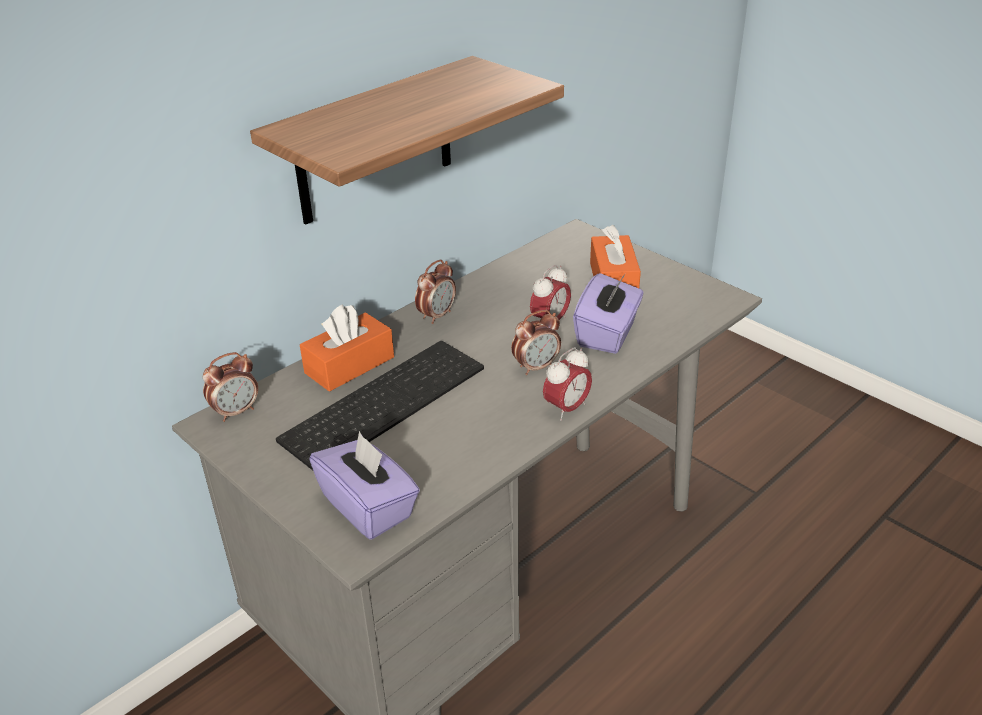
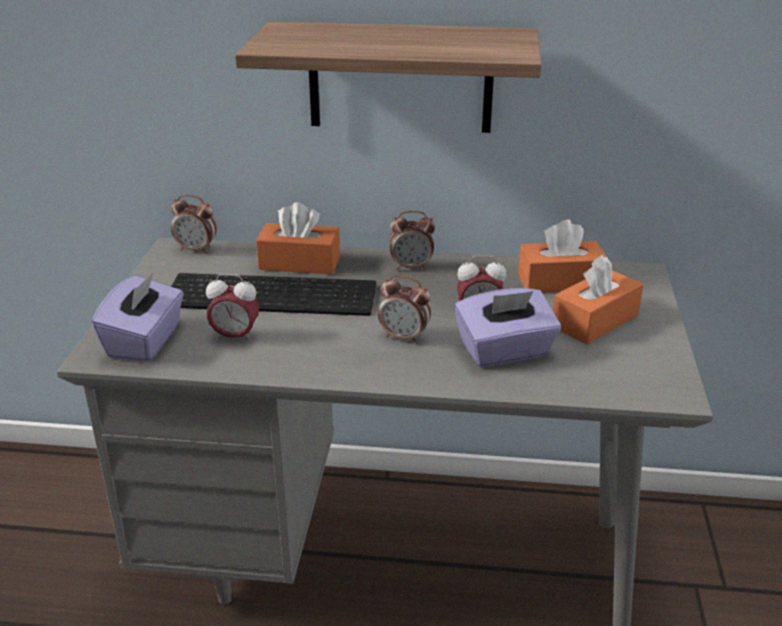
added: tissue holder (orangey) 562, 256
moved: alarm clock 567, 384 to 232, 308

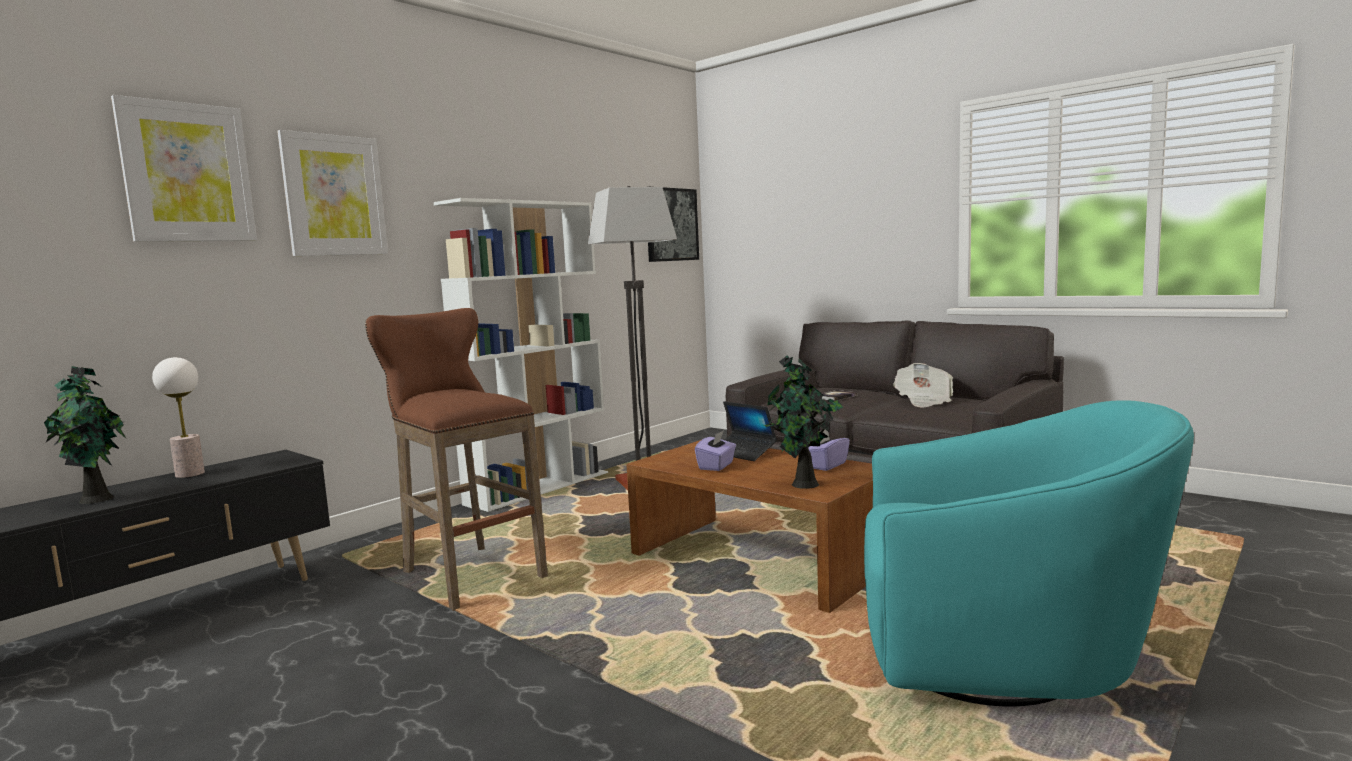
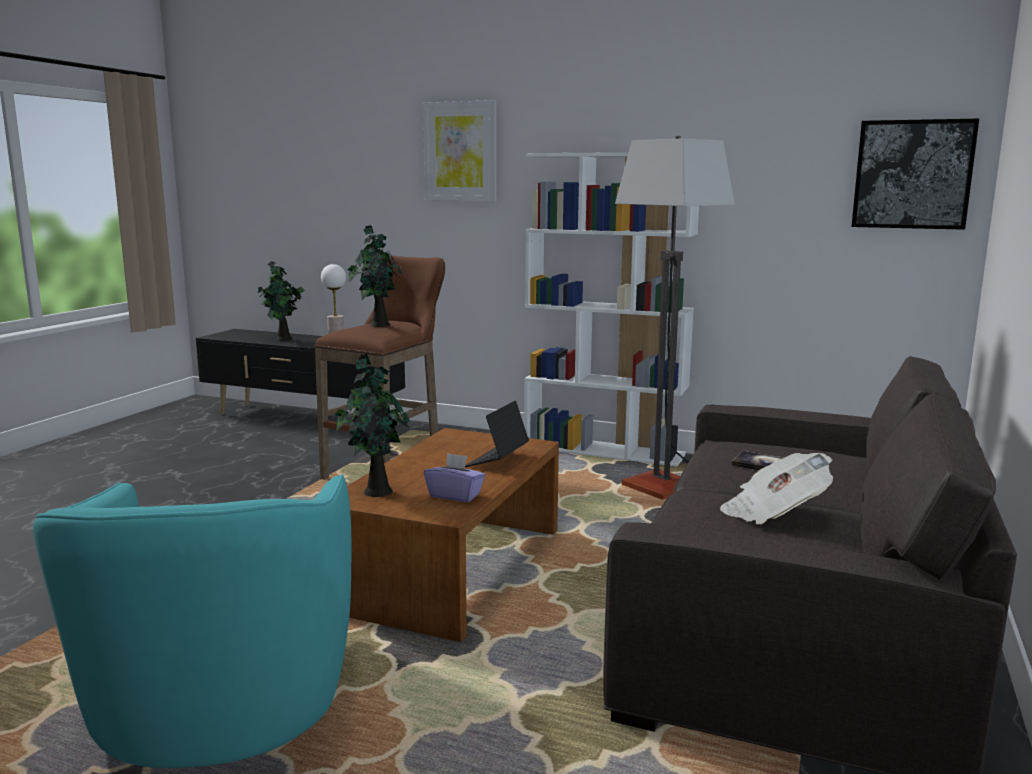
removed: wall art 184, 168; tissue holder (purple) 715, 450
added: houseplant 375, 276

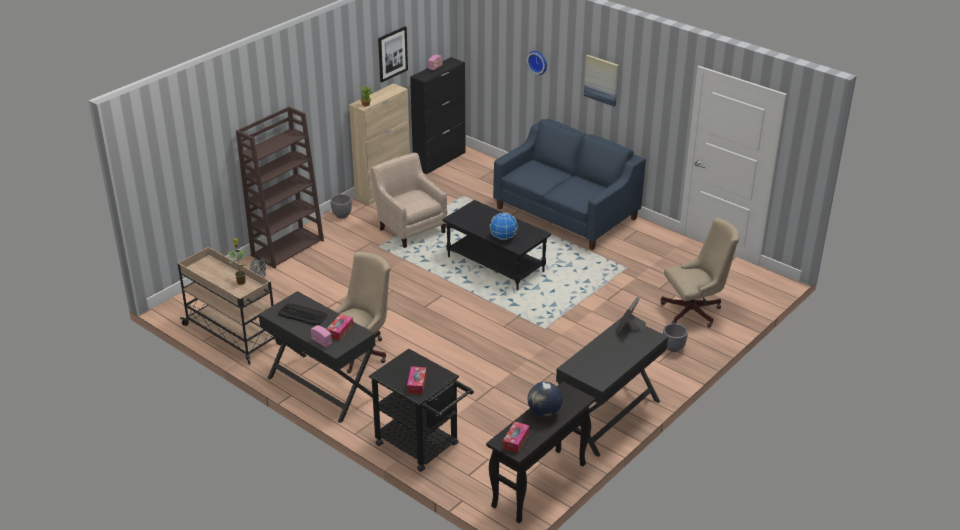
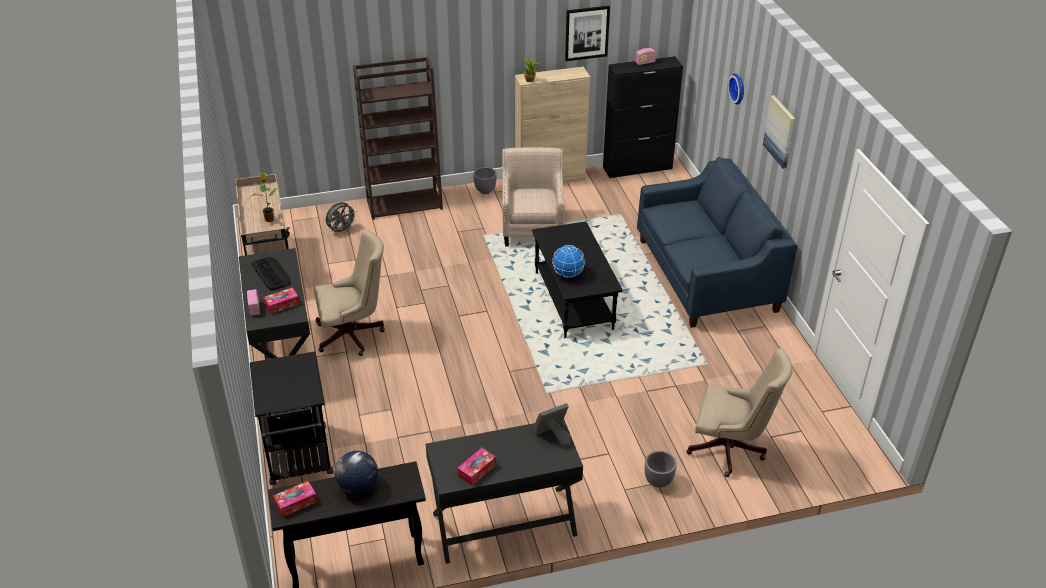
moved: tissue holder 417, 380 to 476, 467

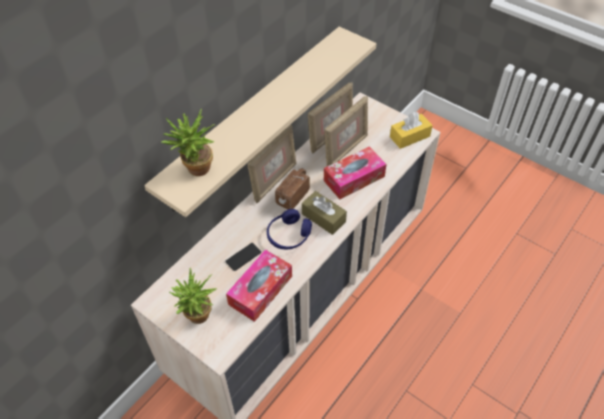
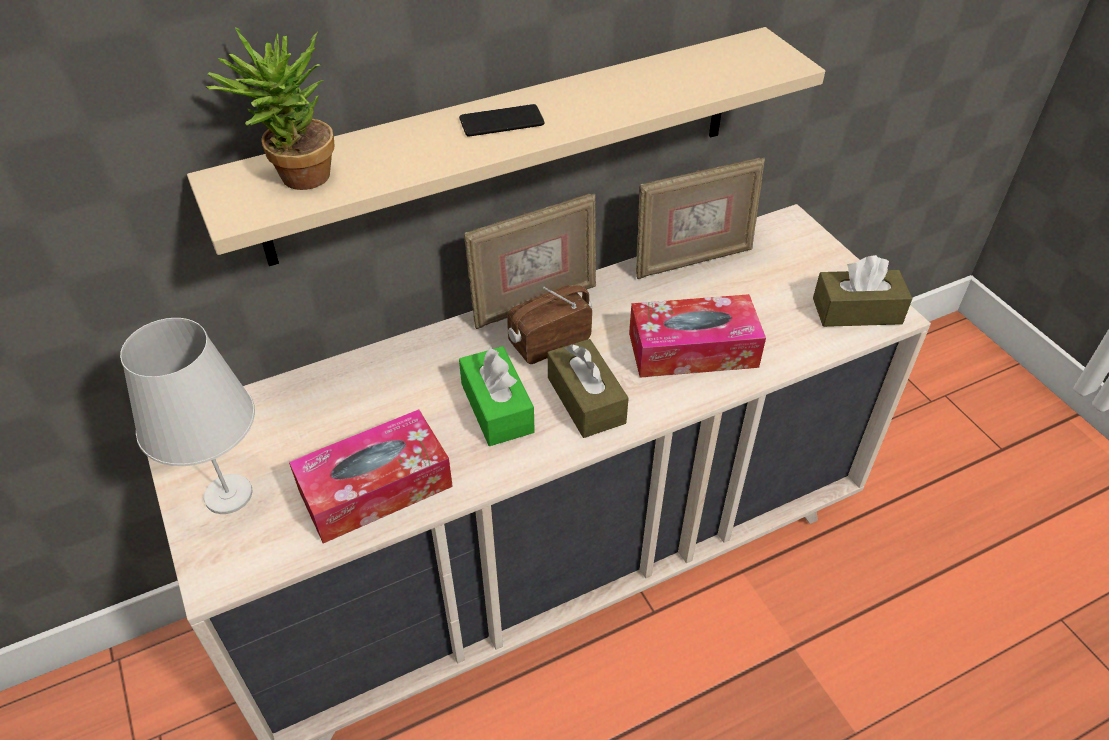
removed: picture frame 346, 131
moved: telephone 243, 257 to 502, 120
replaced: houseplant 193, 296 to tabletop lamp (white) 187, 416; headset (blue) 289, 229 to tissue holder (greenish) 497, 396
recoloured: tissue holder (yellow-coloured) 411, 130 to tissue holder (brown) 863, 291

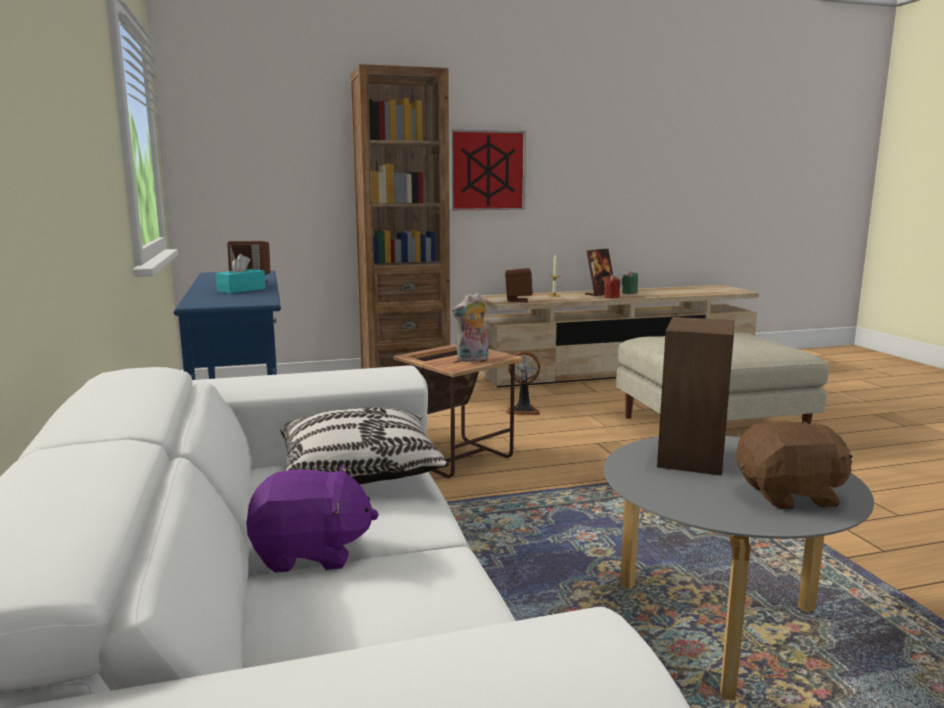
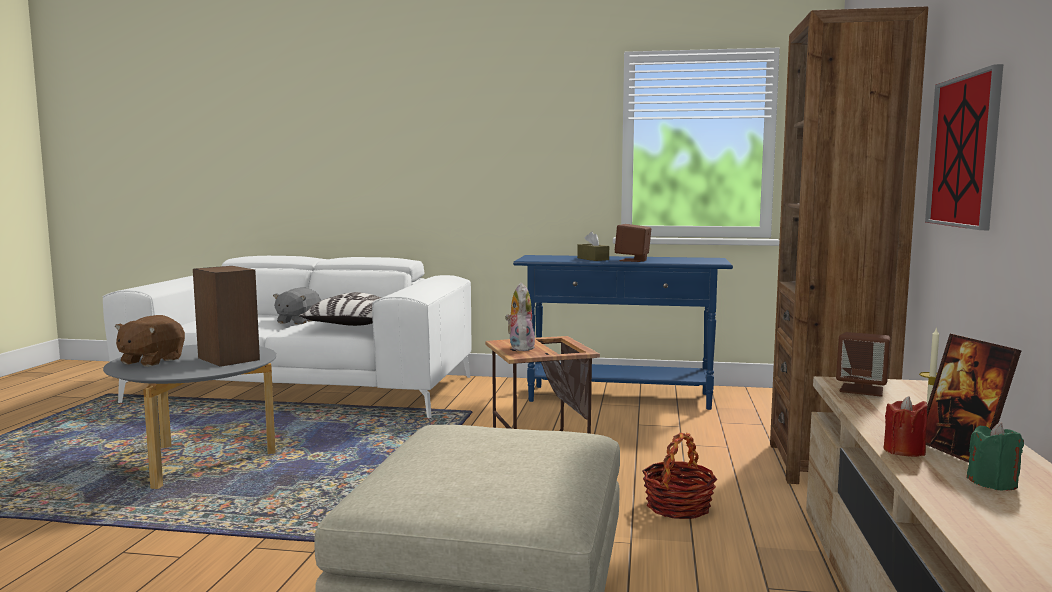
replaced: fan 522, 383 to storage basket 679, 476
recoloured: tissue holder (turquoise-coloured) 241, 274 to tissue holder (brown) 593, 246; plush toy (purple) 312, 519 to plush toy (greyish) 297, 306

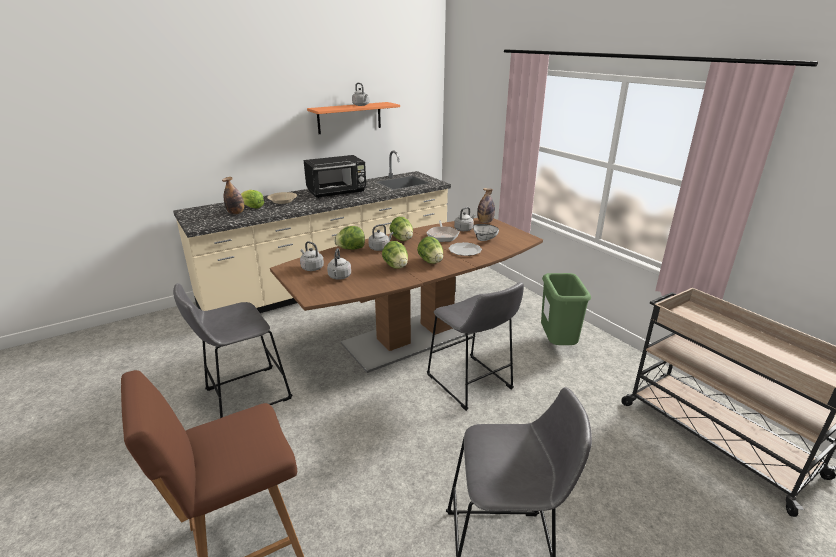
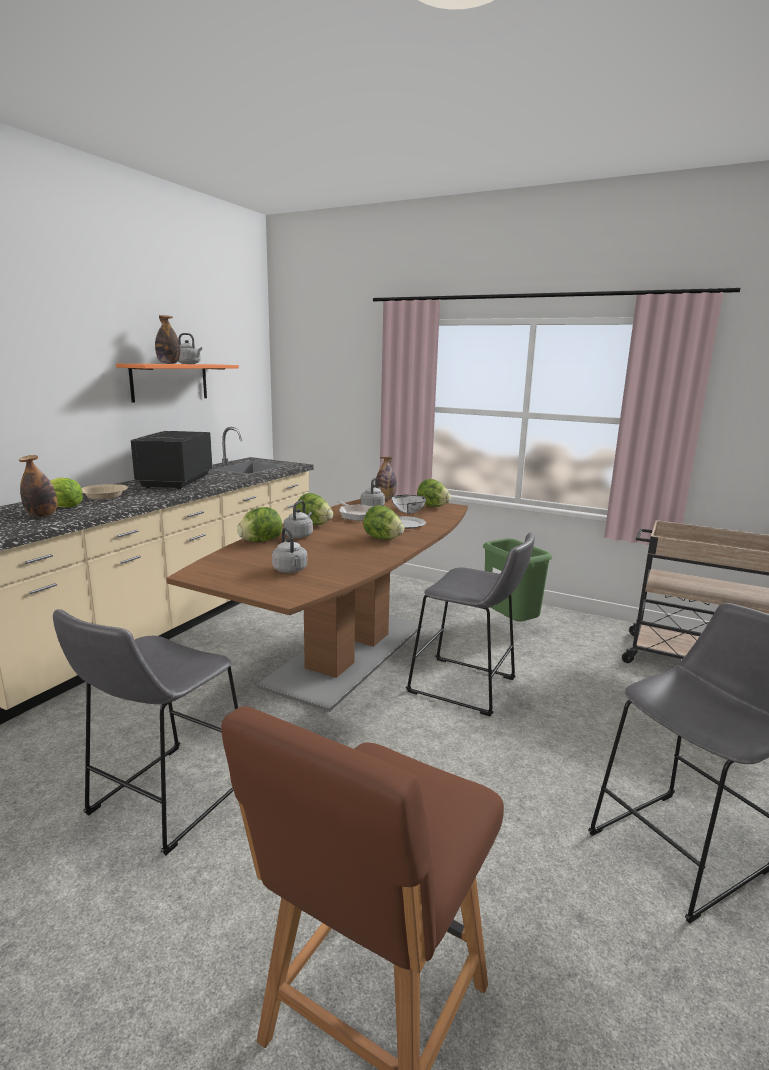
removed: water kettle (greyish) 312, 256
added: bottle 167, 339
moved: lettuce head 395, 255 to 434, 493
turned: microwave (black-coloured) 335, 176 = 171, 460 150 degrees clockwise

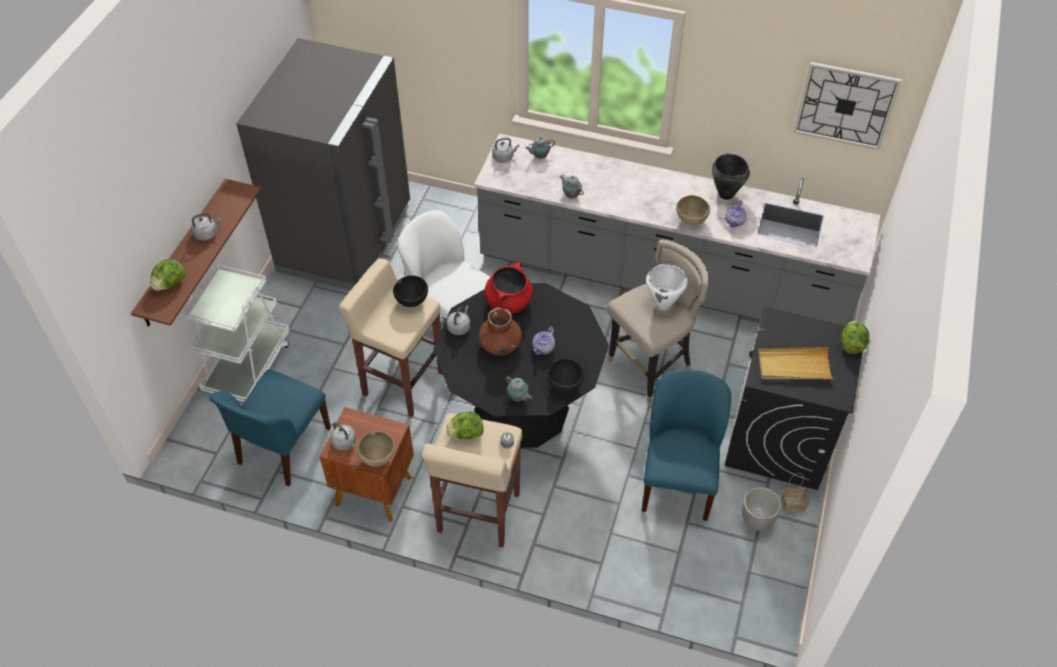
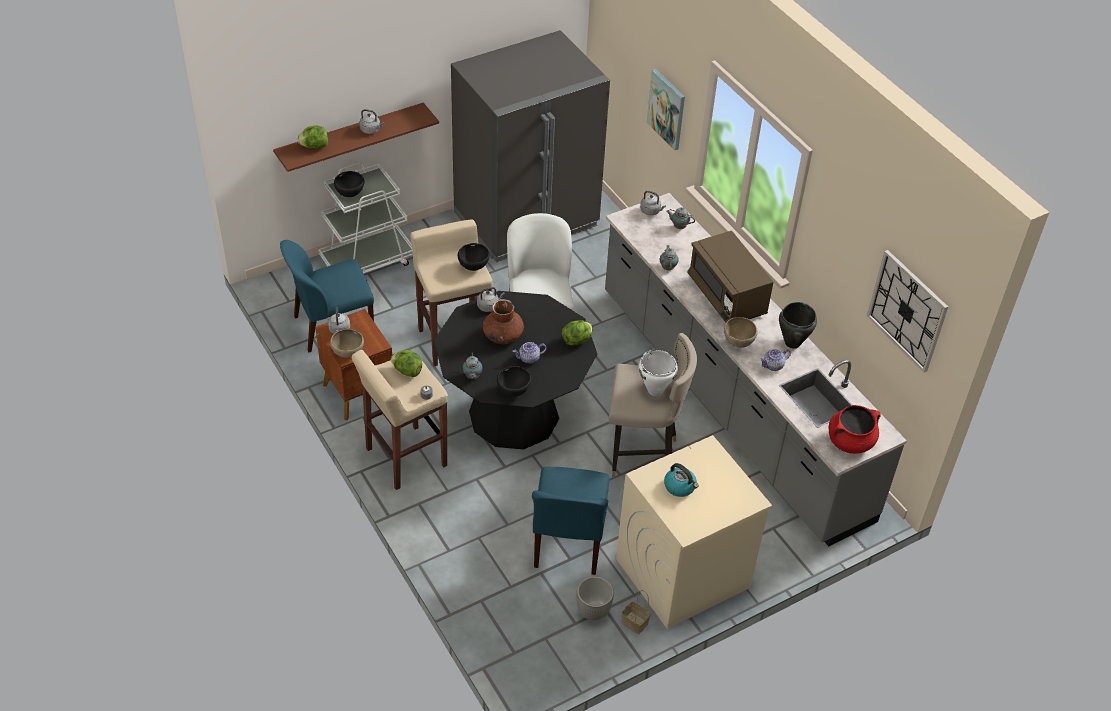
added: serving bowl (black-coloured) 349, 184; wall art 666, 110; microwave (brown) 730, 277
moved: cooking pot (reddish) 508, 288 to 855, 429; lettuce head 855, 337 to 577, 332
replaced: serving tray (sand-coloured) 796, 363 to water kettle 681, 480
recoloured: washing machine (black-coloured) 794, 398 to washing machine (sand-coloured) 694, 532
turned: chair (blue) 686, 445 = 571, 520 135 degrees clockwise

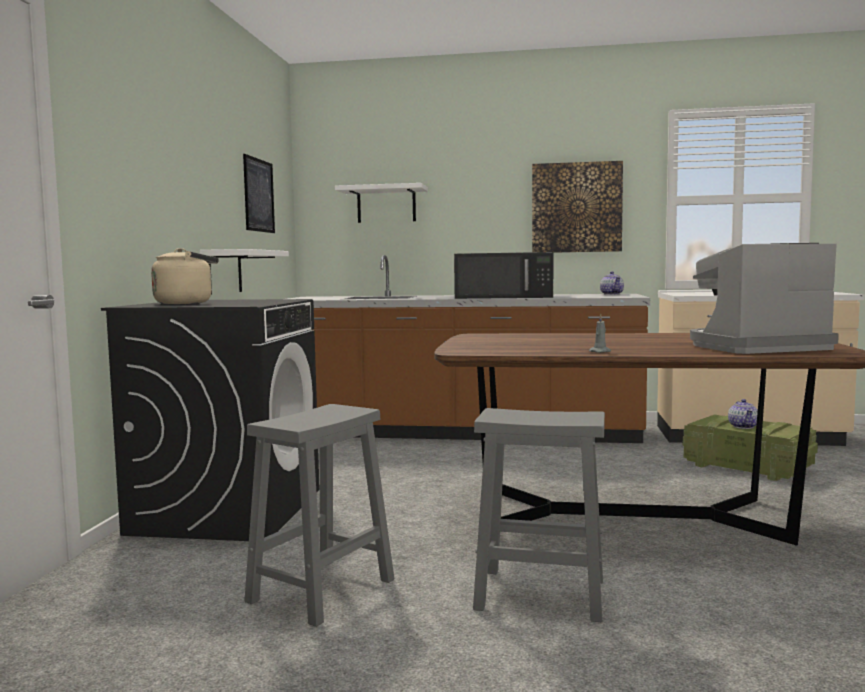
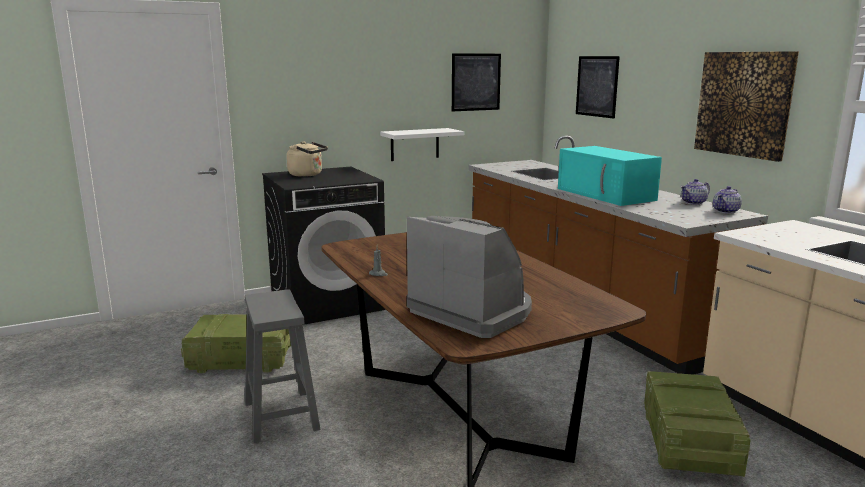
moved: teapot 743, 414 to 695, 192
replaced: sitting stool (greyish) 319, 515 to crate 236, 343; wall shelf (white) 381, 203 to wall art 598, 87
recoloured: microwave (black-coloured) 503, 275 to microwave (turquoise-coloured) 610, 176

